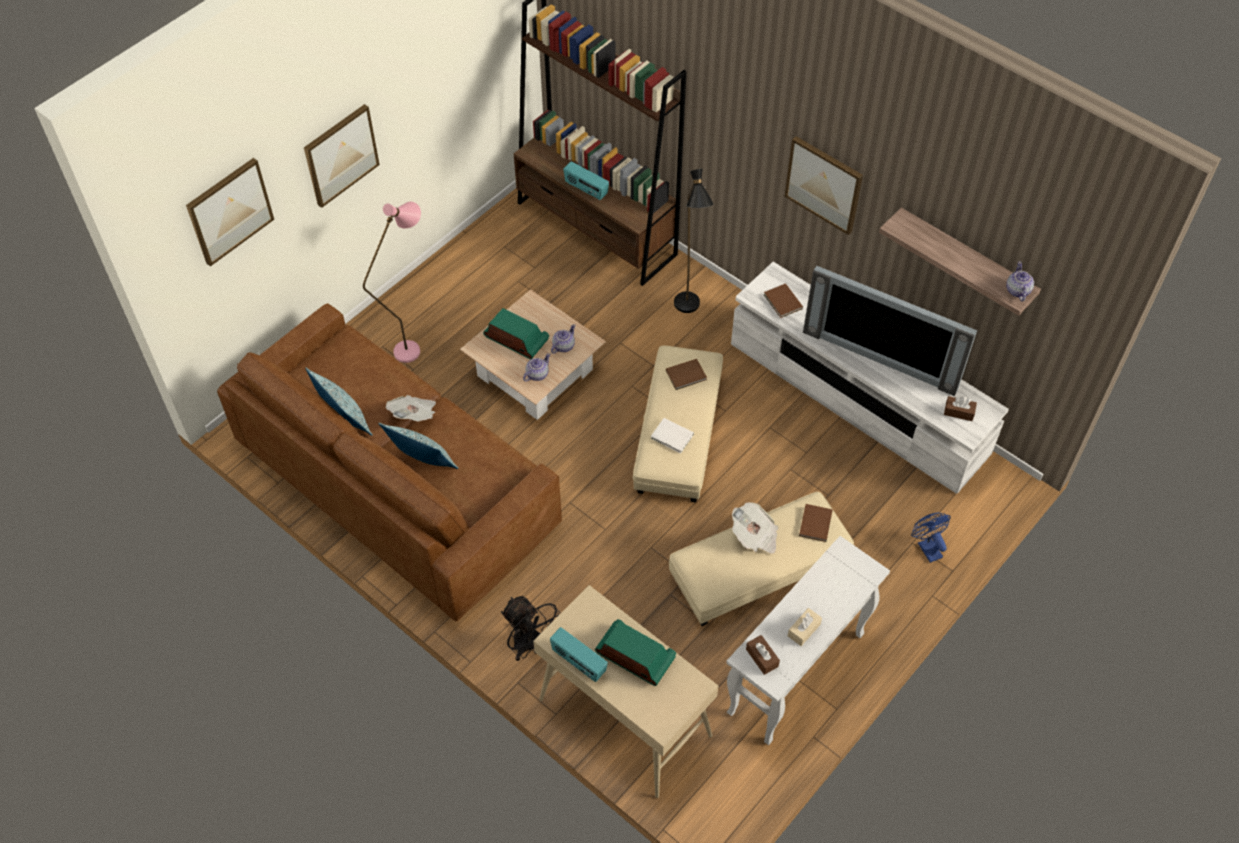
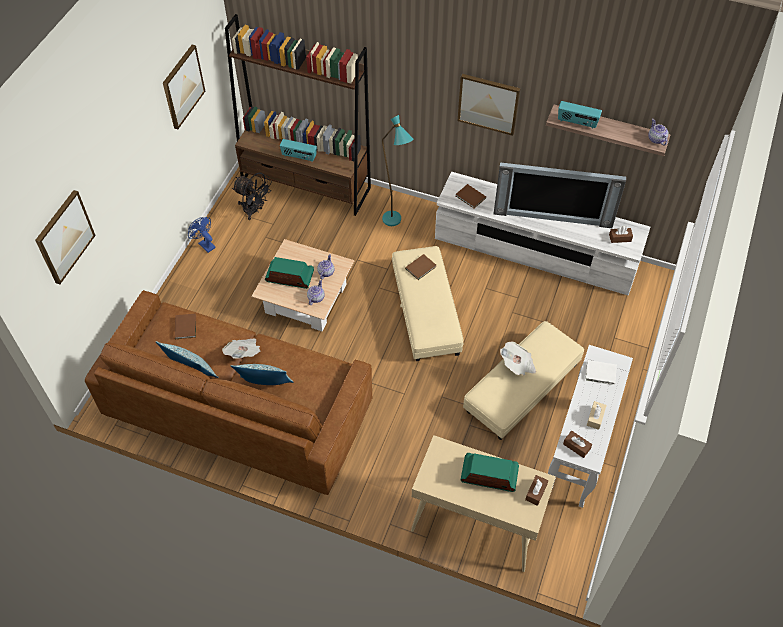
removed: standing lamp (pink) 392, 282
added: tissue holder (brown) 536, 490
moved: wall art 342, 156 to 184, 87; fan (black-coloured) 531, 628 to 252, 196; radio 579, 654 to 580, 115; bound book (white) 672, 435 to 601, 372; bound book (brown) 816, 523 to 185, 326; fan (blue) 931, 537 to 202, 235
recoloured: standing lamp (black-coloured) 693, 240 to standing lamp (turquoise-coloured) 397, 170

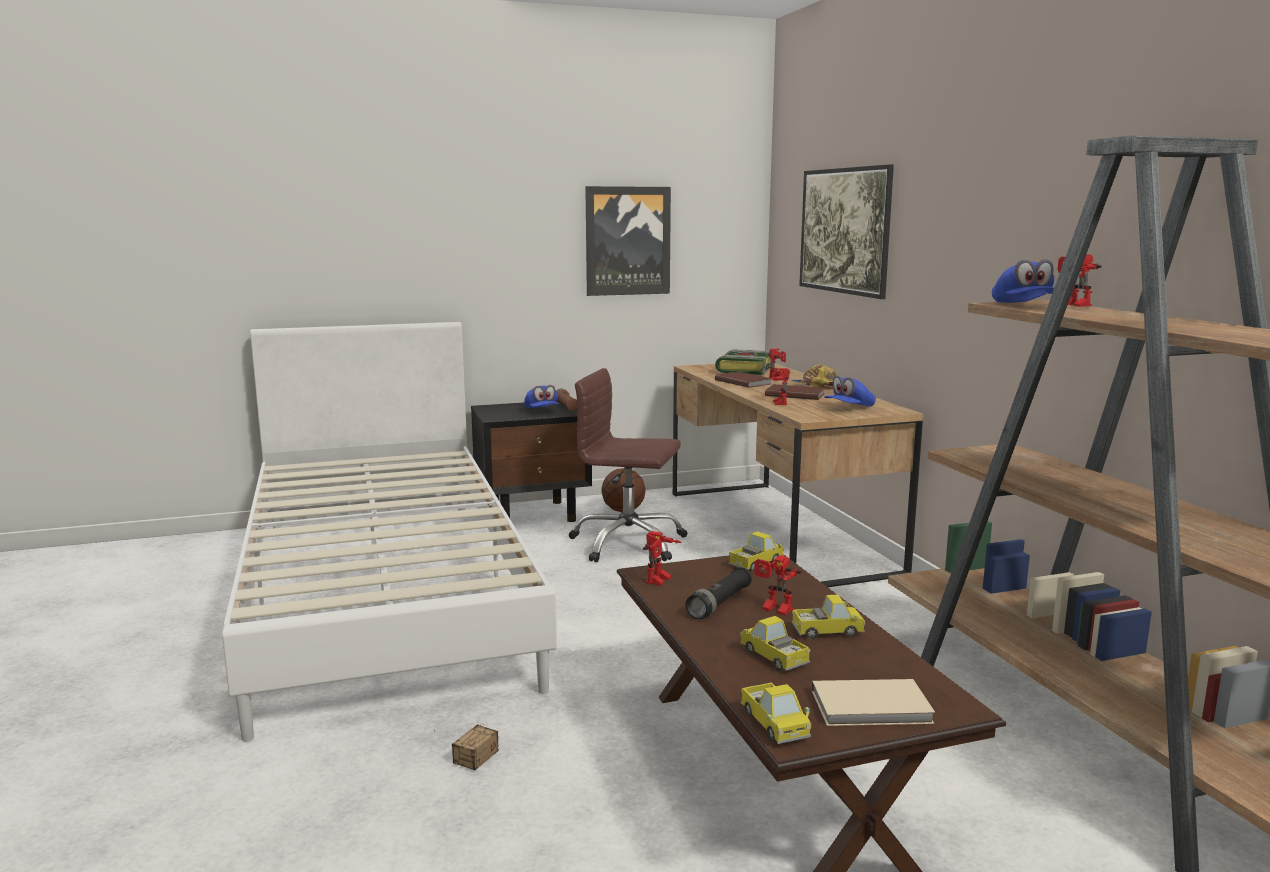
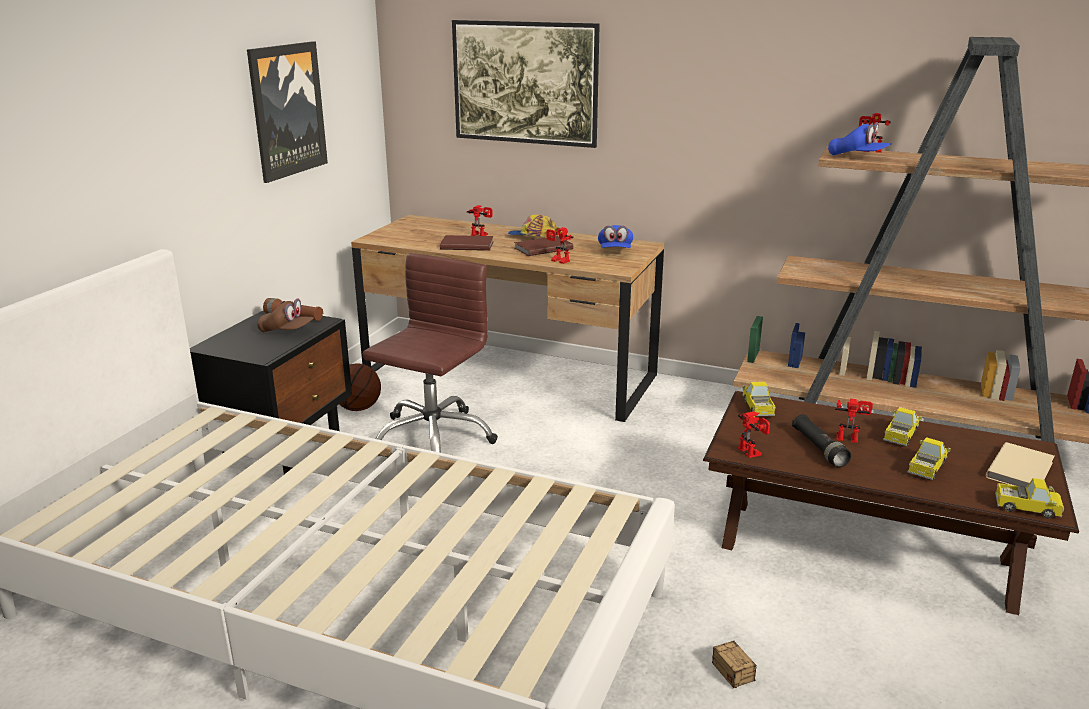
removed: bound book 743, 362
recoloured: cap (blue) 542, 396 to cap (brown) 285, 315
turned: desk chair (brown) 627, 465 = 430, 353 150 degrees clockwise; toy truck 775, 643 = 929, 458 120 degrees clockwise; robot figure 777, 585 = 854, 421 150 degrees counterclockwise

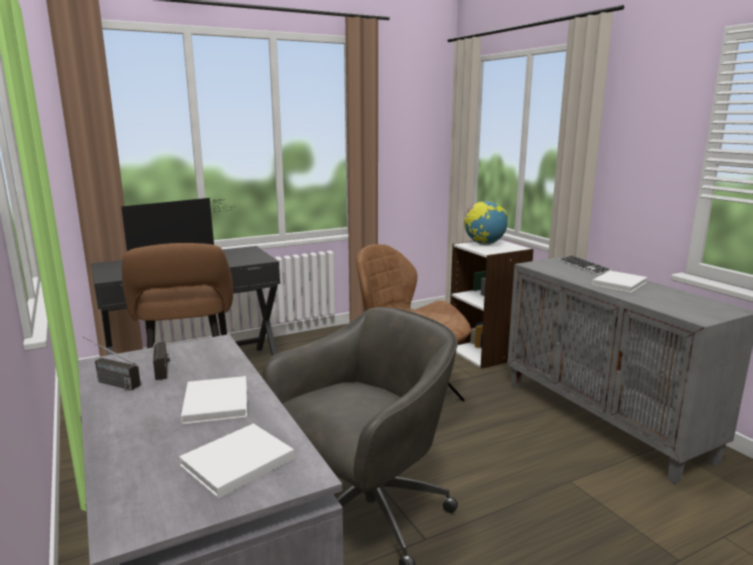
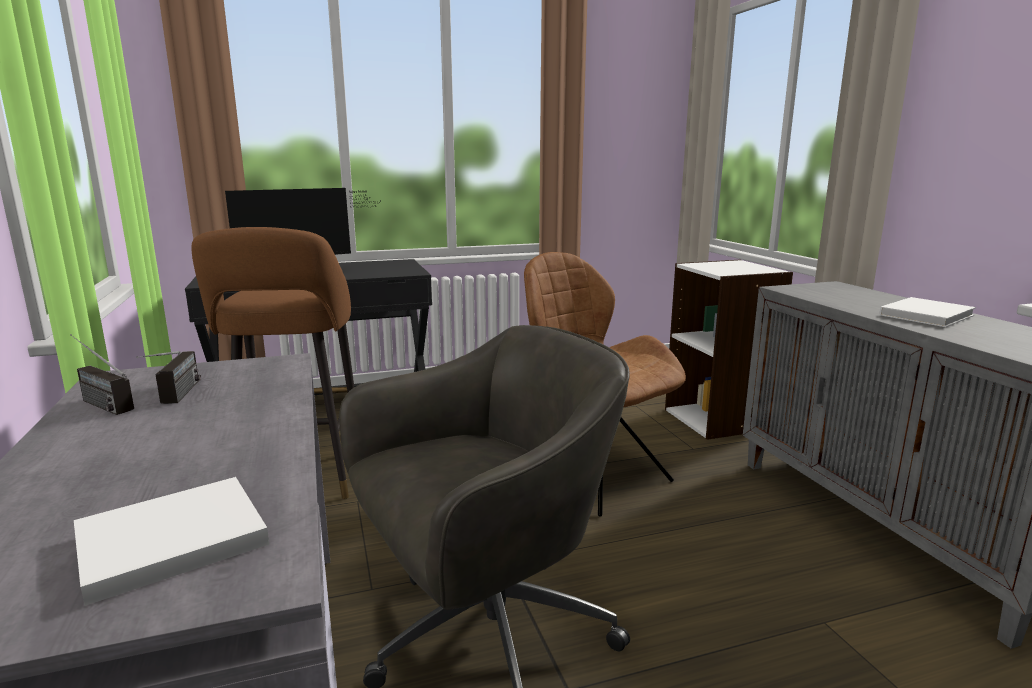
removed: bound book (white) 214, 400; globe 485, 223; keyboard 585, 265

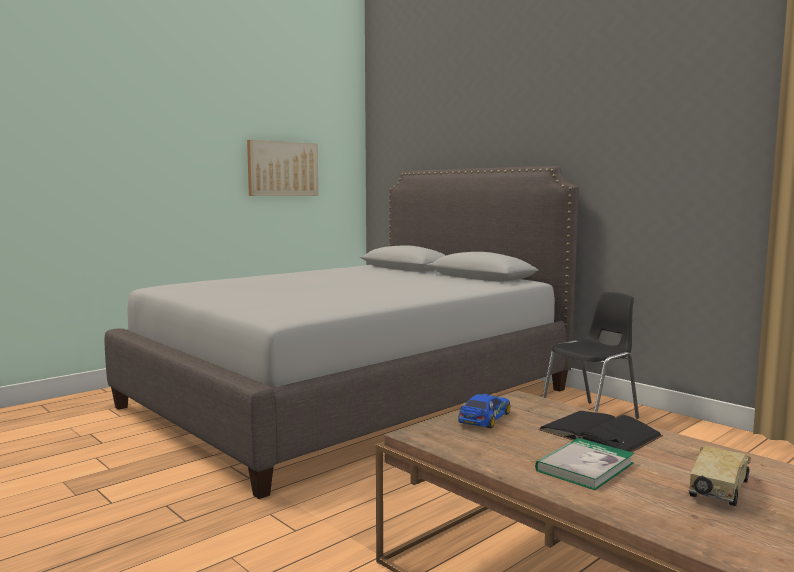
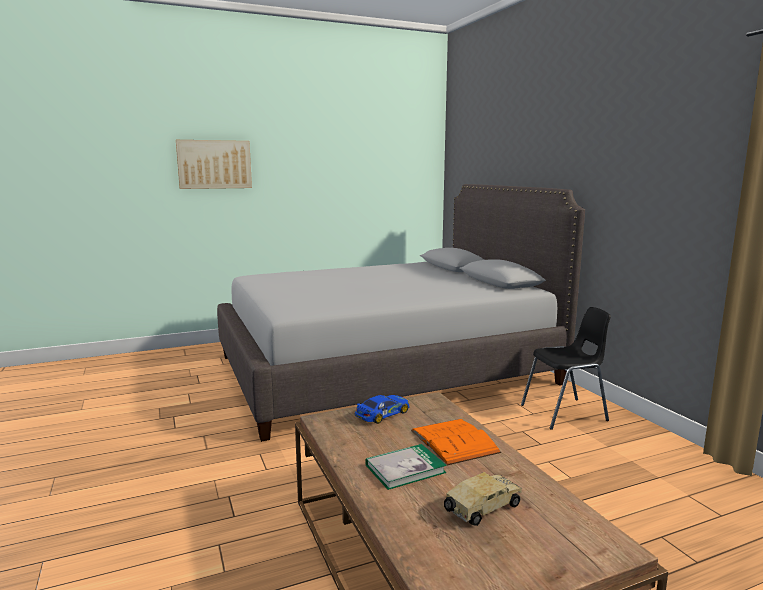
moved: wall art 282, 168 to 214, 164
recoloured: bound book (black-coloured) 600, 431 to bound book (orangey) 456, 442

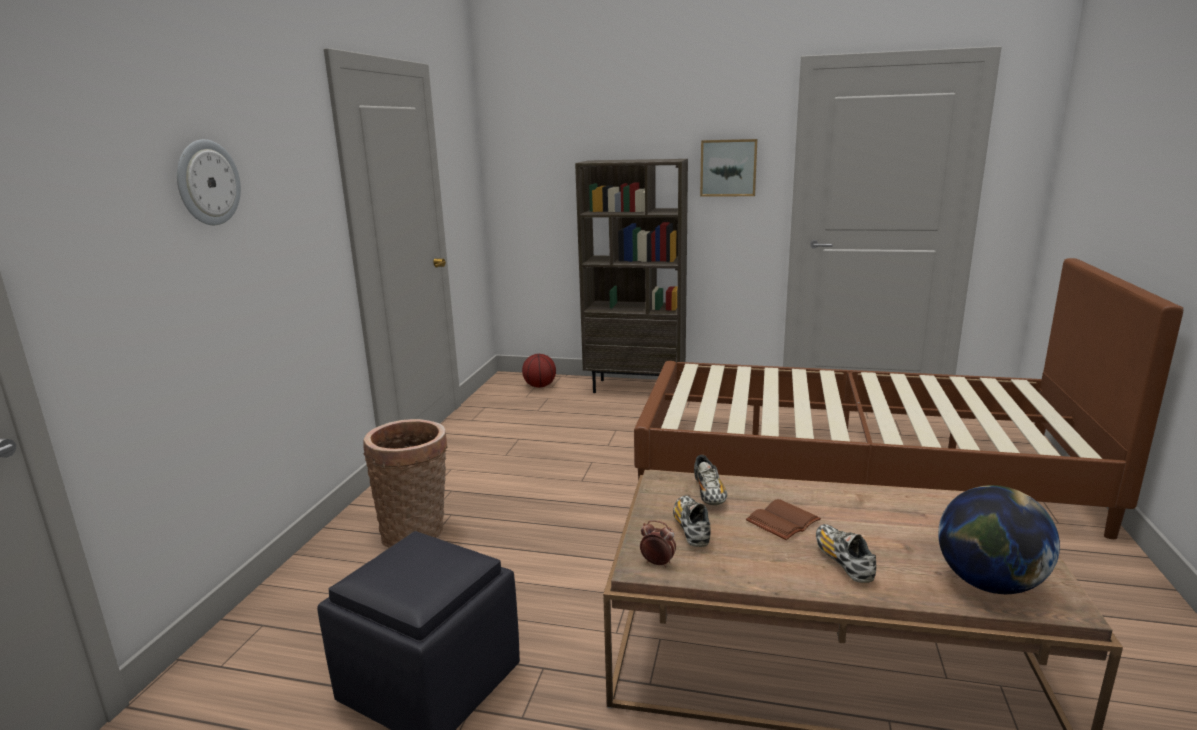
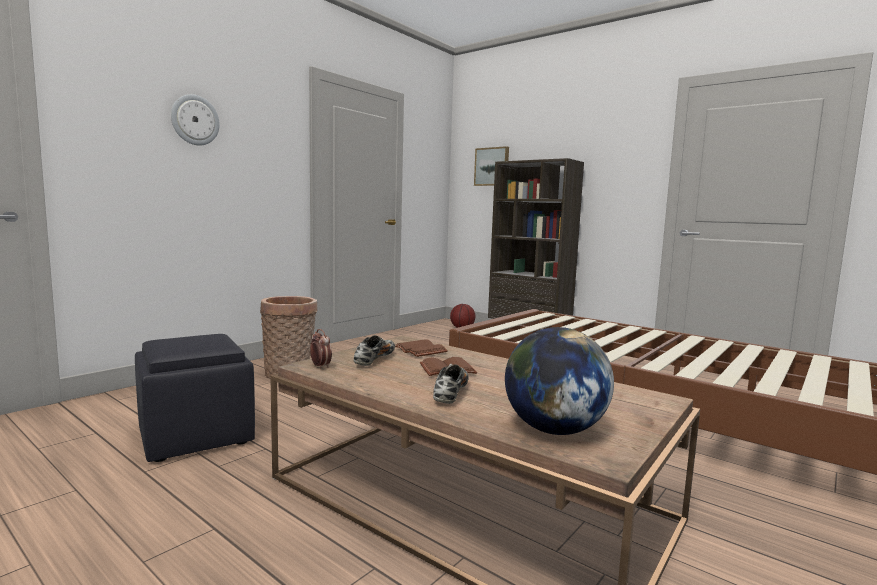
moved: wall art 728, 168 to 491, 166
replaced: shoe 710, 480 to bound book (brown) 421, 348

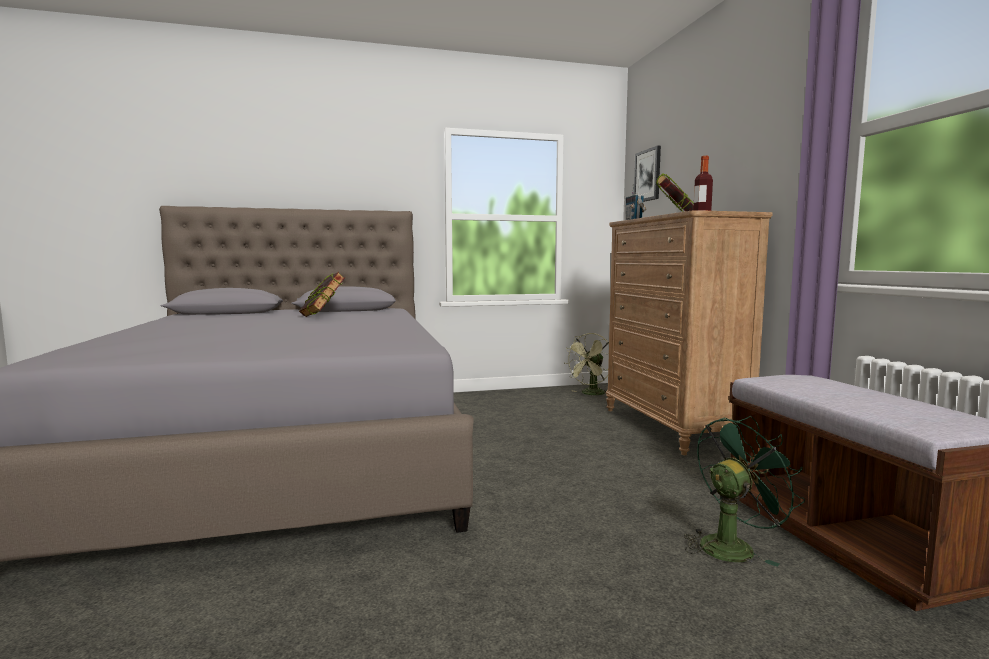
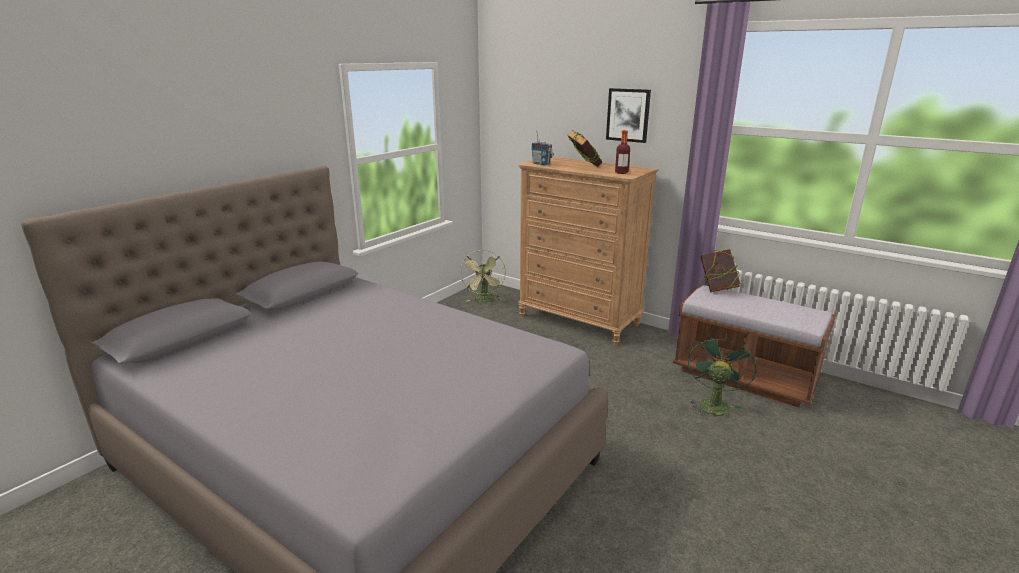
moved: bound book 322, 294 to 721, 270; wall art 647, 173 to 628, 115

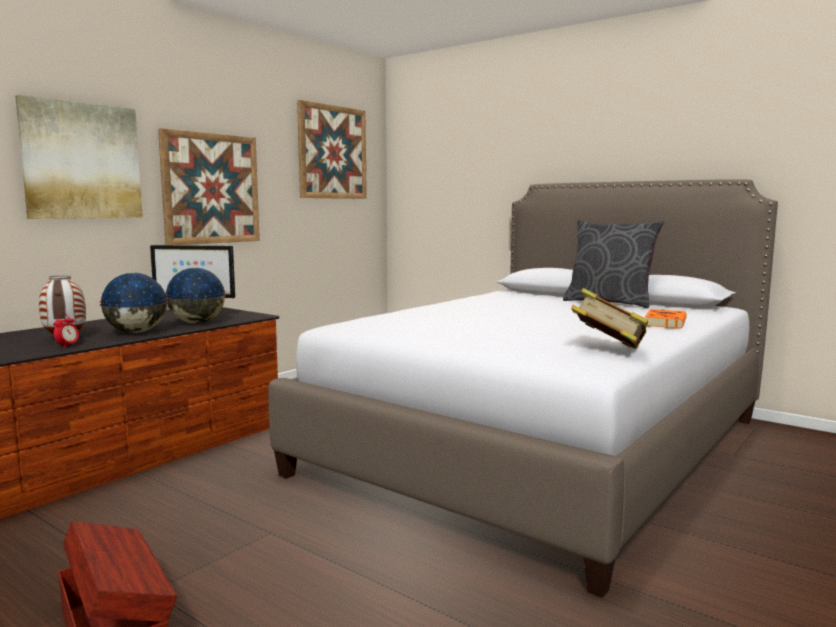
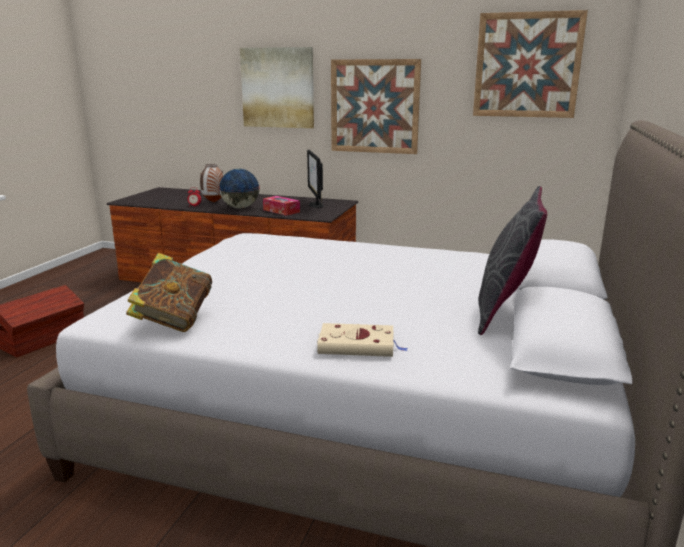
replaced: globe 195, 296 to tissue holder 281, 206
recoloured: bound book (orangey) 666, 319 to bound book (sand-coloured) 362, 340

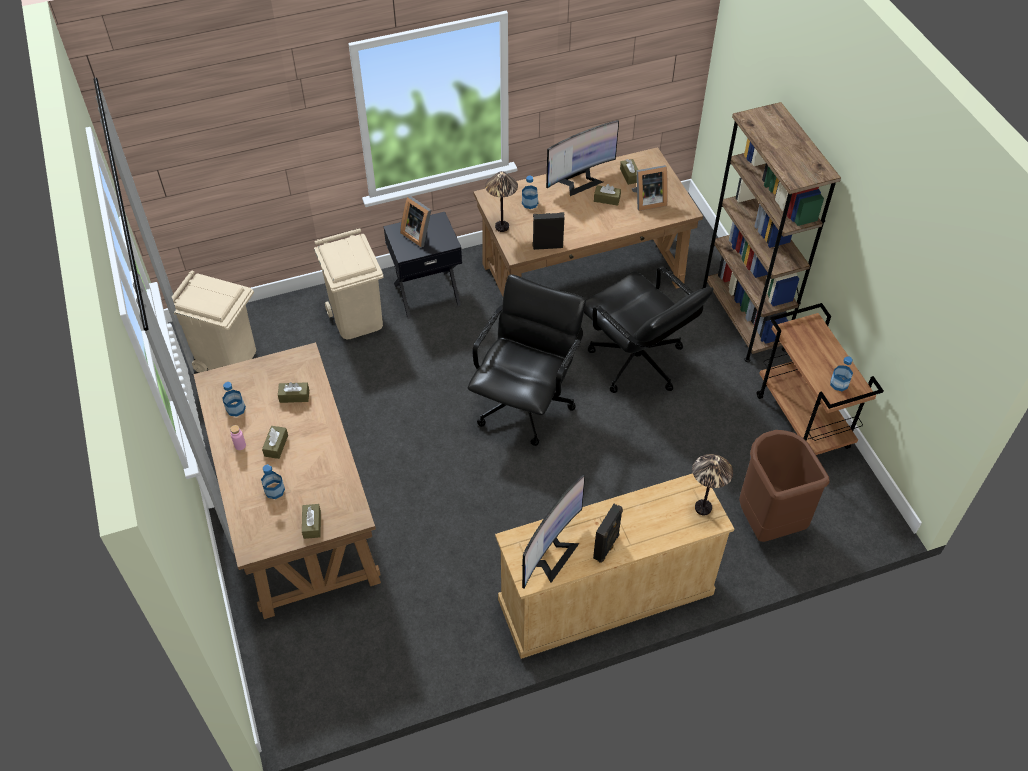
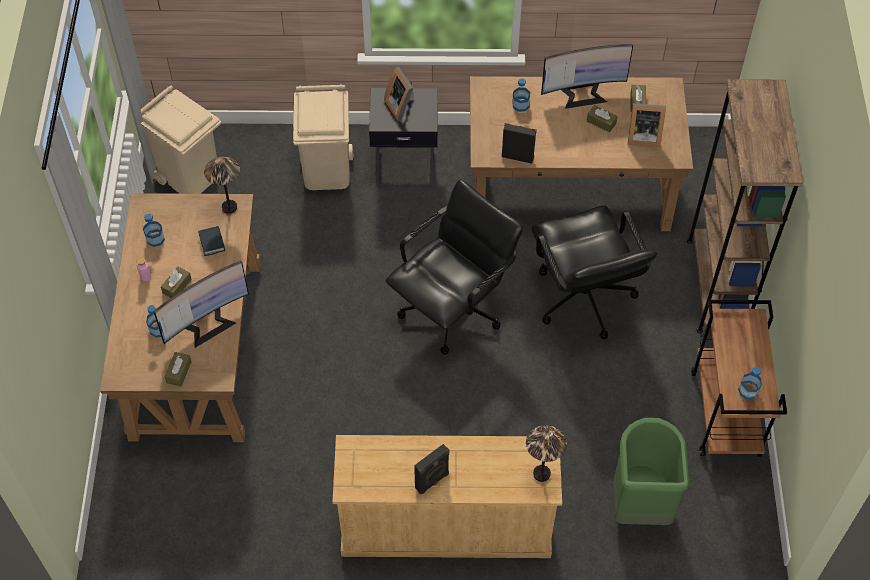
moved: tabletop lamp 501, 201 to 222, 185; monitor 553, 531 to 201, 304
replaced: tissue holder (brown) 293, 392 to bound book 211, 241
recoloured: rubbish bin (brown) 784, 486 to rubbish bin (greenish) 651, 471

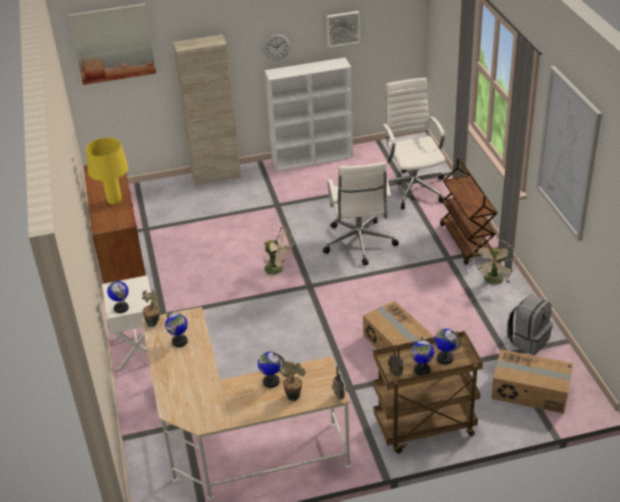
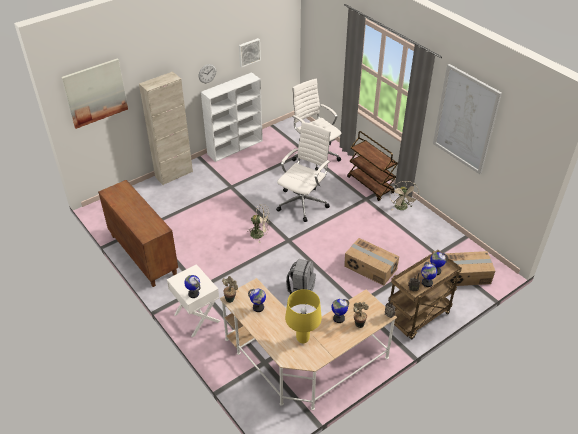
moved: tabletop lamp (yellow-coloured) 107, 171 to 303, 316; knapsack (greyish) 530, 325 to 301, 276
turned: desk chair (white) 361, 214 = 303, 172 120 degrees counterclockwise

